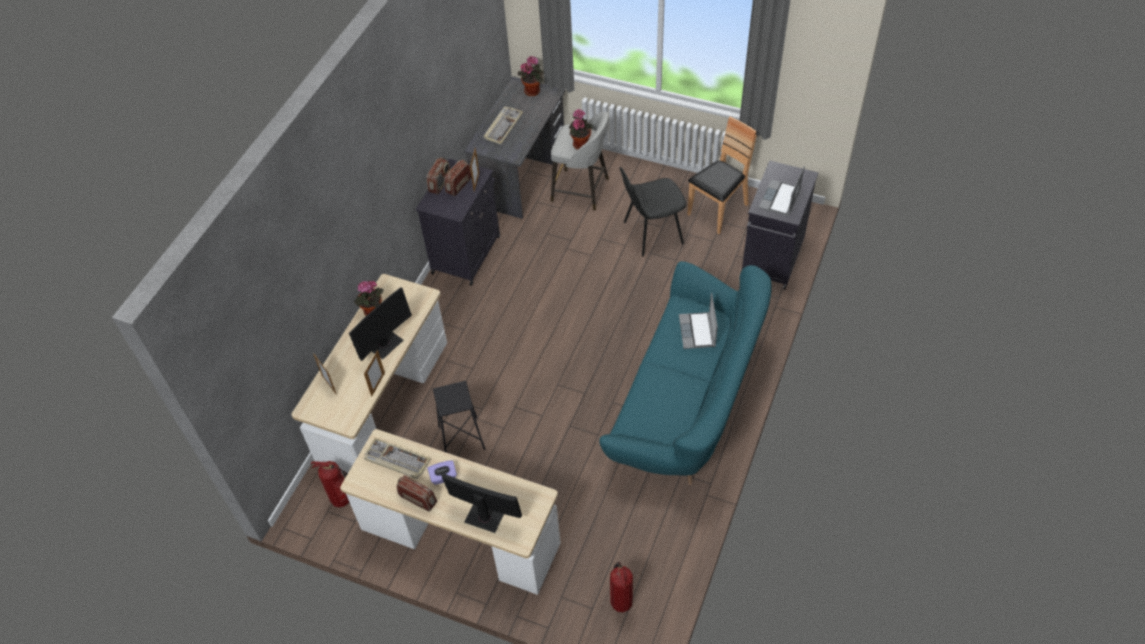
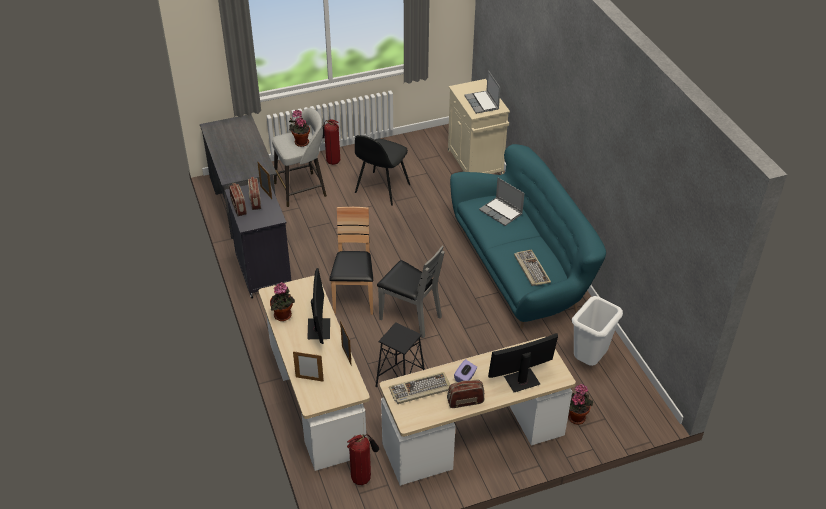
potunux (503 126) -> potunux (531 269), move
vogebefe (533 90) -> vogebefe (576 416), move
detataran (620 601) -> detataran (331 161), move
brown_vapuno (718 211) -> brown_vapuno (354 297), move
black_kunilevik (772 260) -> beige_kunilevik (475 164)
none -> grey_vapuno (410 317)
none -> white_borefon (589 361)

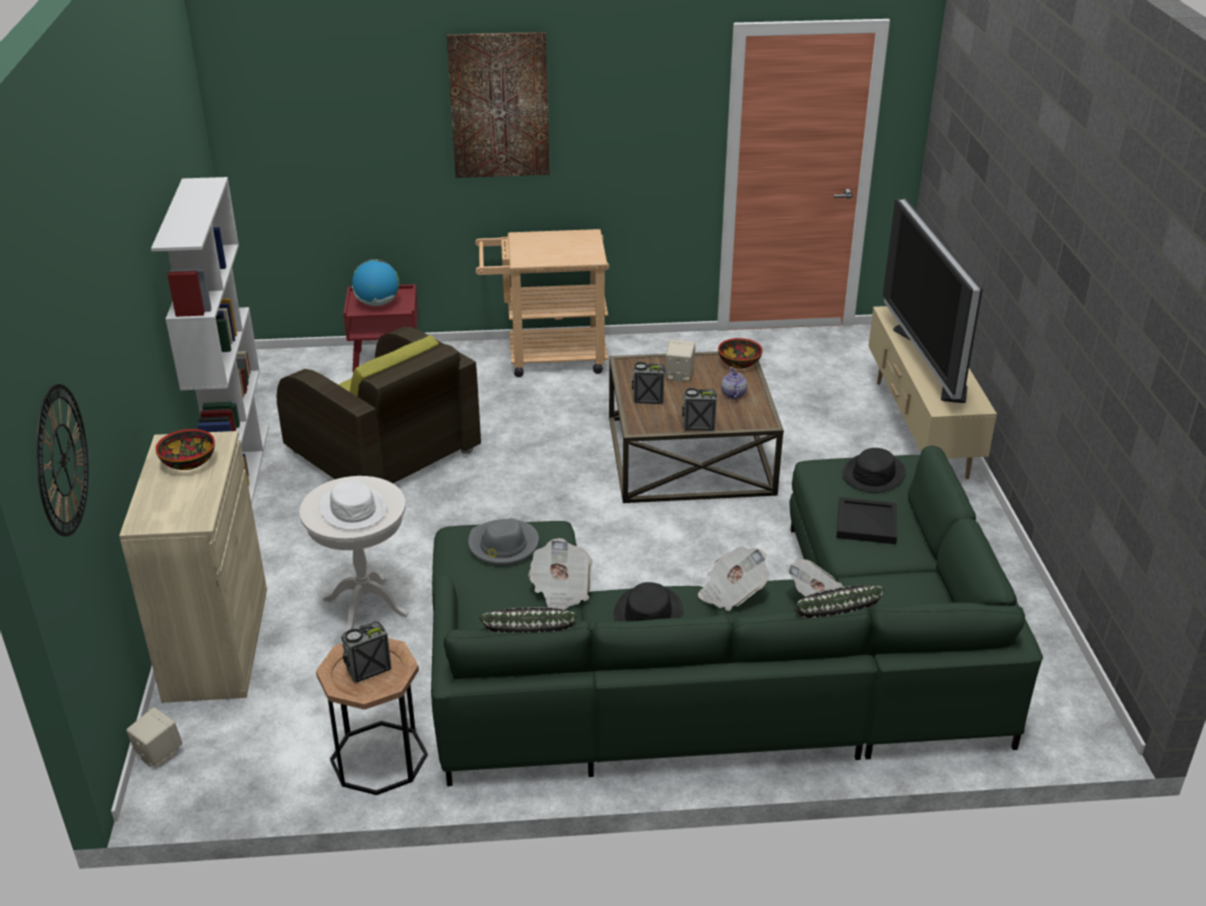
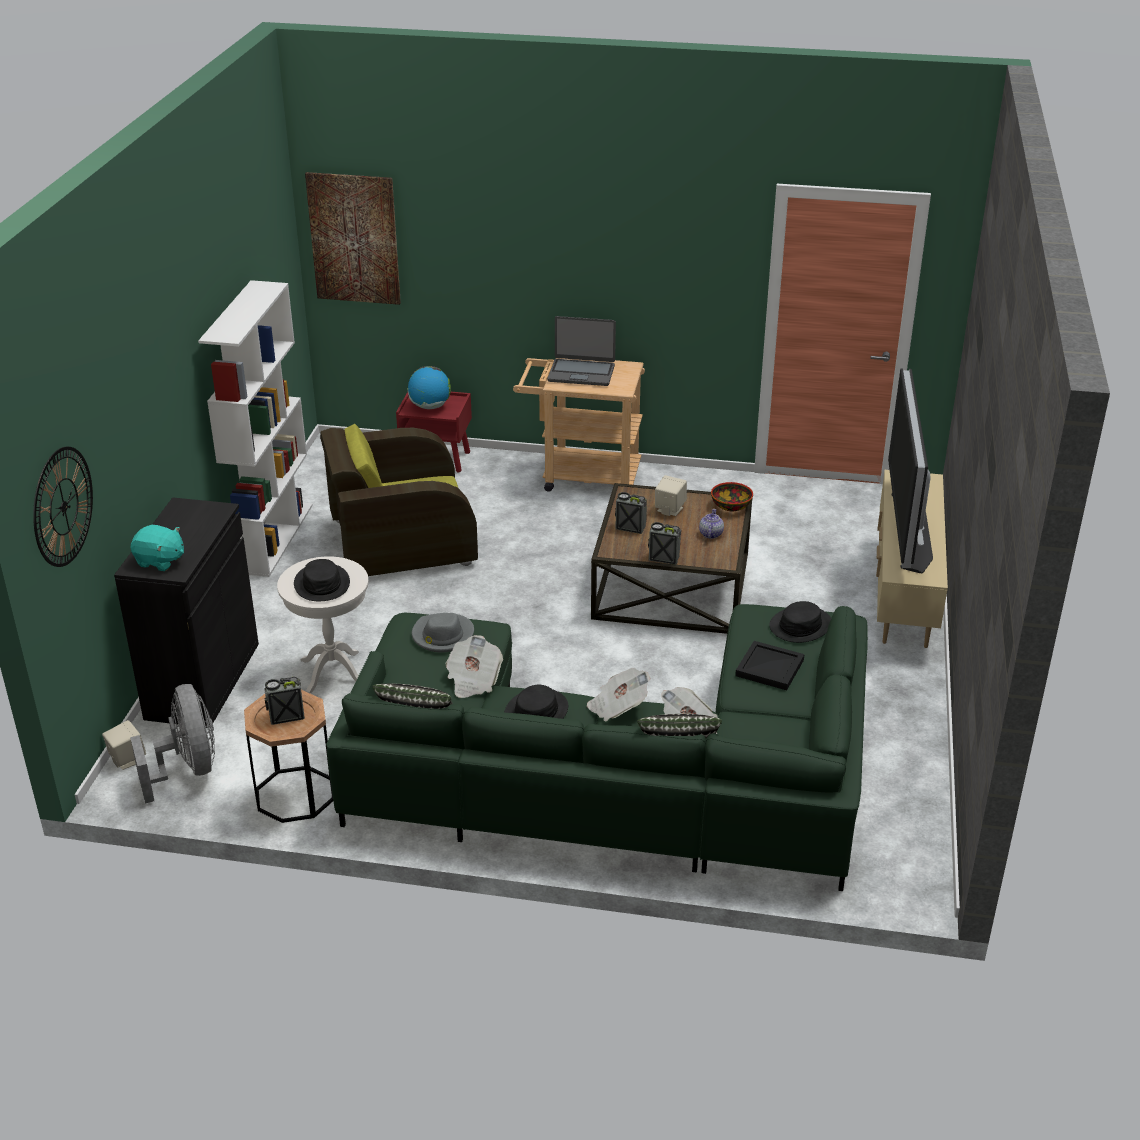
beige_kunilevik (217 643) -> black_kunilevik (202 681)
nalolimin (189 462) -> none
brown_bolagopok (383 452) -> brown_bolagopok (401 542), 105 degrees clockwise
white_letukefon (353 508) -> black_letukefon (322 584)
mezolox (499 105) -> mezolox (354 238), move
none -> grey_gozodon (187 769)
none -> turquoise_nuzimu (160 561)
none -> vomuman (581 373)

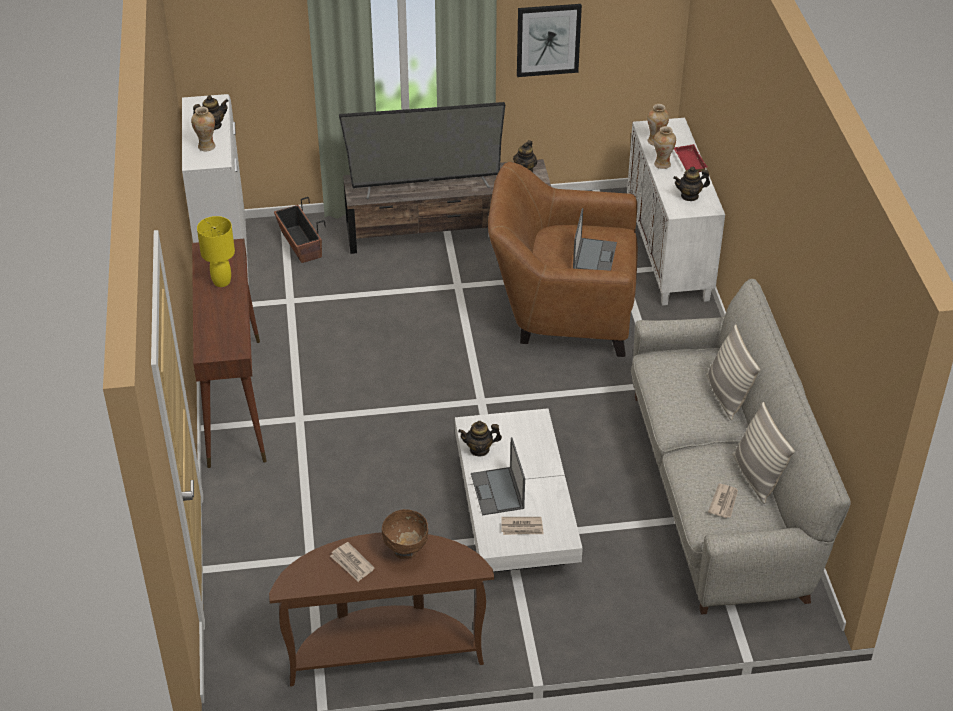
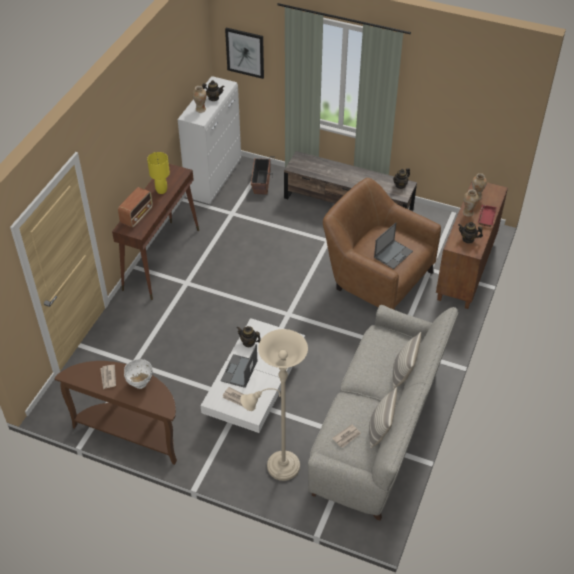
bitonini (425 184) -> none
brown_nalolimin (406 550) -> white_nalolimin (140 383)
mezolox (548 39) -> mezolox (245 52), move
white_kunilevik (669 254) -> brown_kunilevik (466 270)
none -> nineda (137 216)
none -> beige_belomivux (278 466)

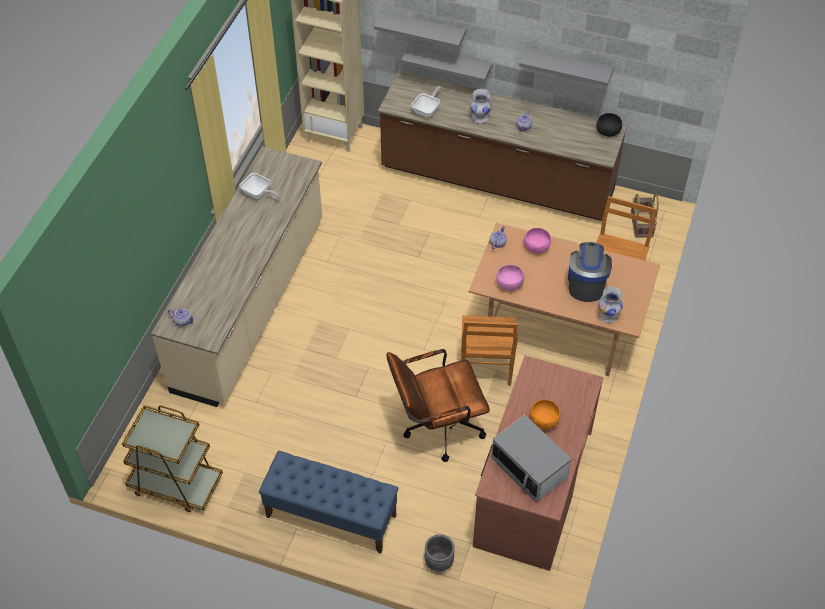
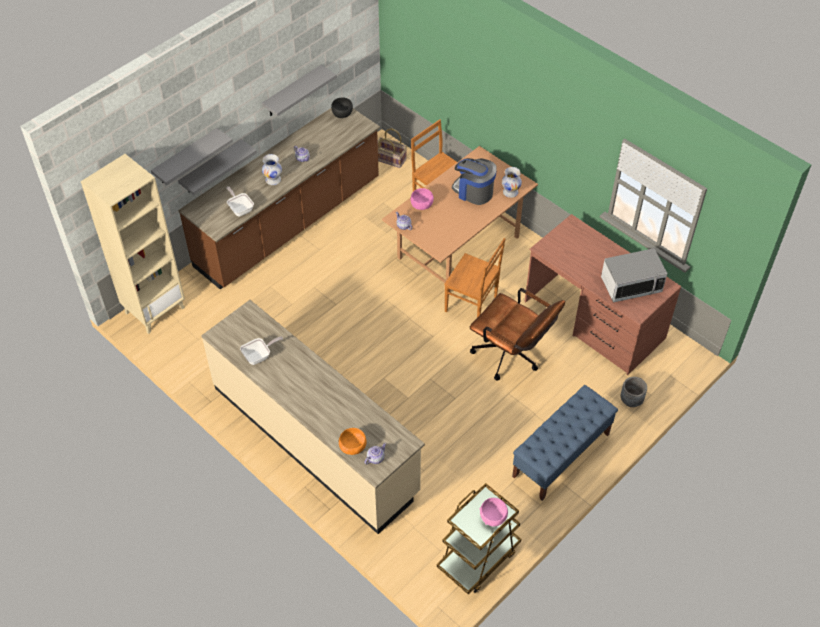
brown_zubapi (436 427) -> brown_zubapi (511 356), 60 degrees counterclockwise
pink_nalolimin (509 284) -> pink_nalolimin (493 517), move
orange_nalolimin (543 420) -> orange_nalolimin (352 447), move

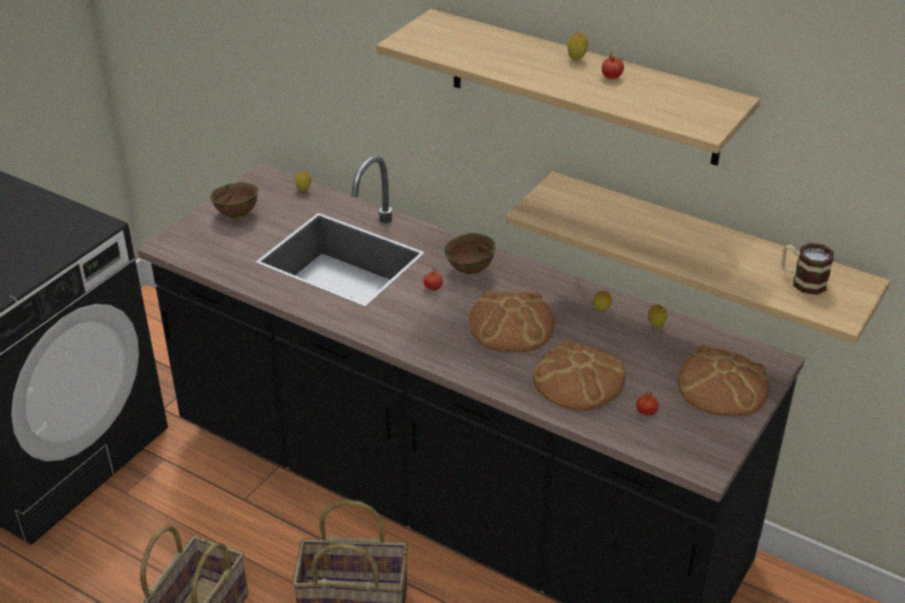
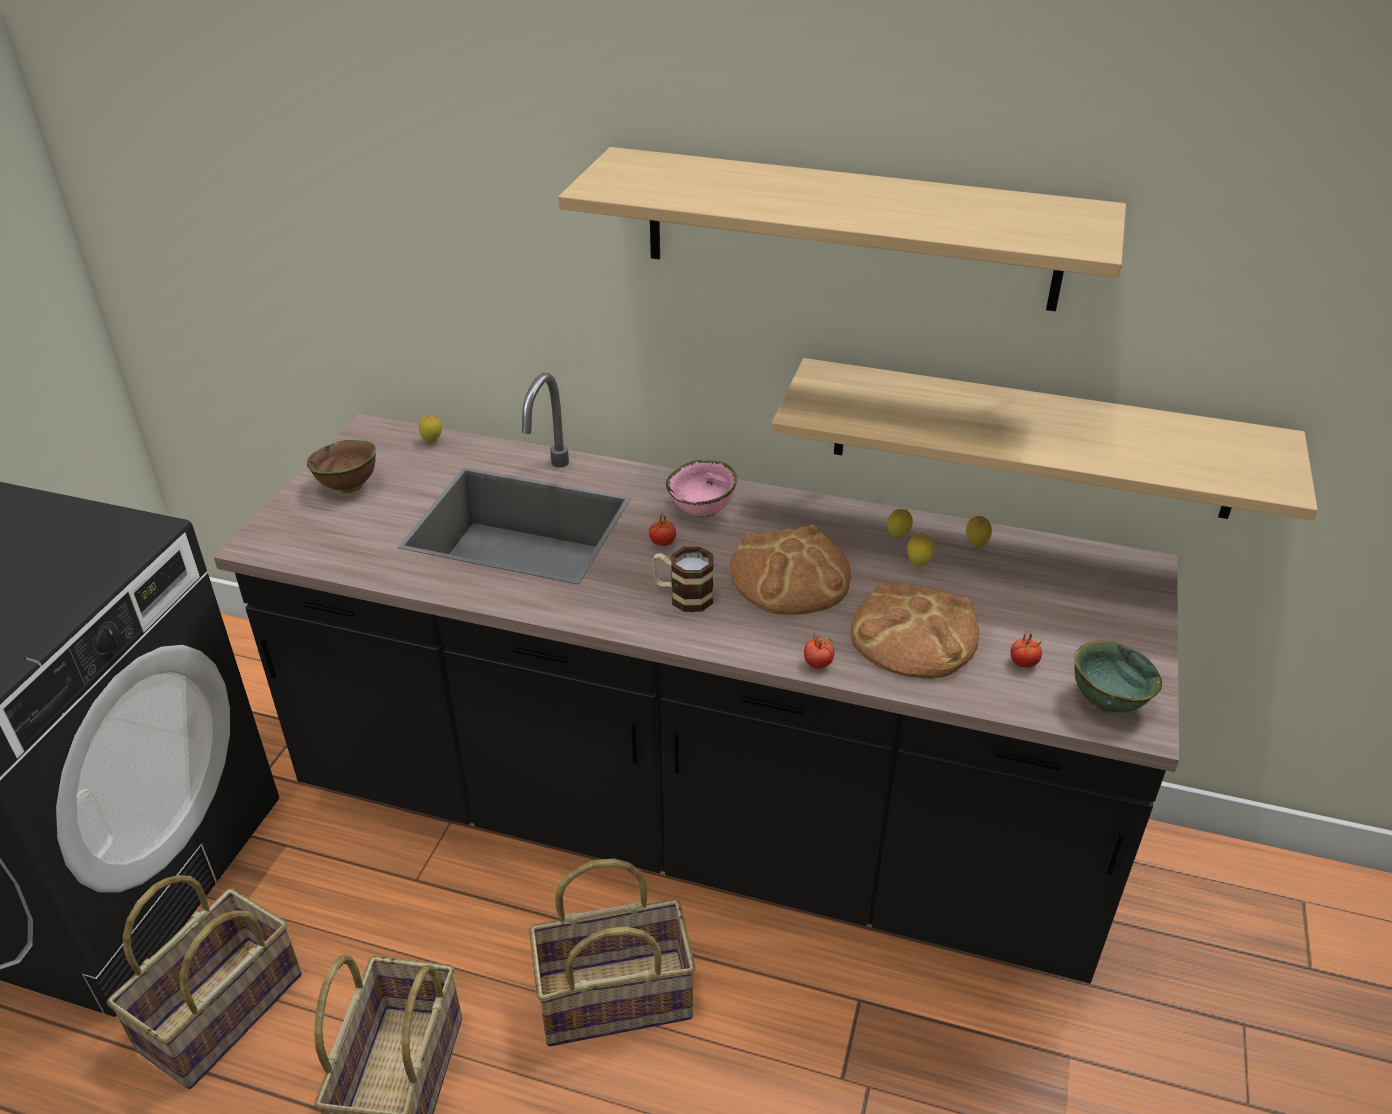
brown_nalolimin (471 271) -> pink_nalolimin (703 512)
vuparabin (576 59) -> vuparabin (918 564), move
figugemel (611 77) -> figugemel (818 664), move
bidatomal (722 386) -> none
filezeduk (802 281) -> filezeduk (683 596), move
none -> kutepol (222 1014)
none -> green_nalolimin (1105 701)

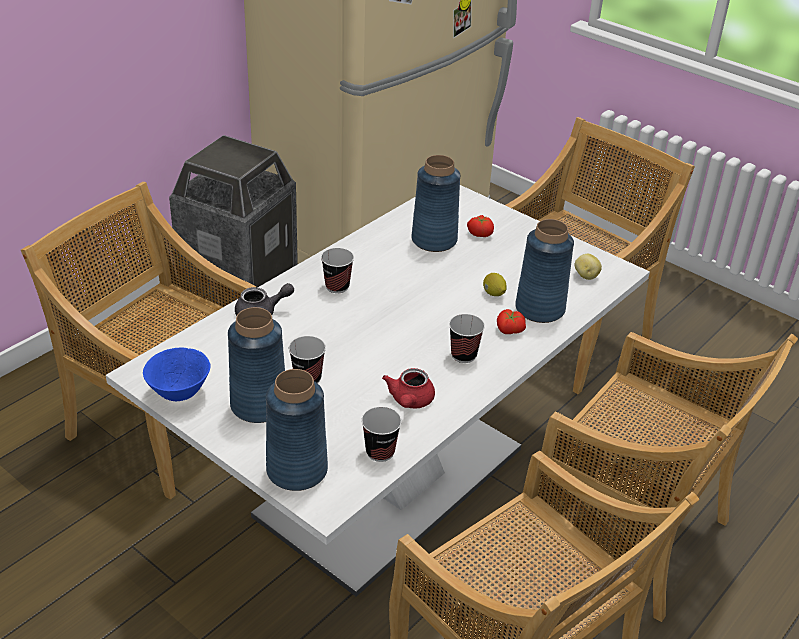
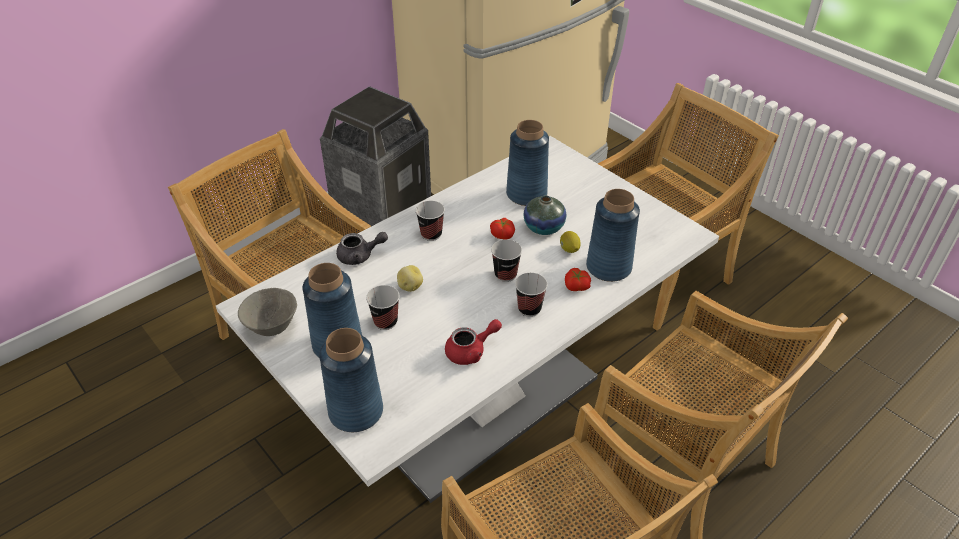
blue_nalolimin (179 393) -> grey_nalolimin (272 328)
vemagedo (380 452) -> vemagedo (505 274), move
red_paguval (410 401) -> red_paguval (471 351), 135 degrees counterclockwise
figugemel (480 233) -> figugemel (503 234), move
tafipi (585 276) -> tafipi (410 286), move
none -> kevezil (544 227)

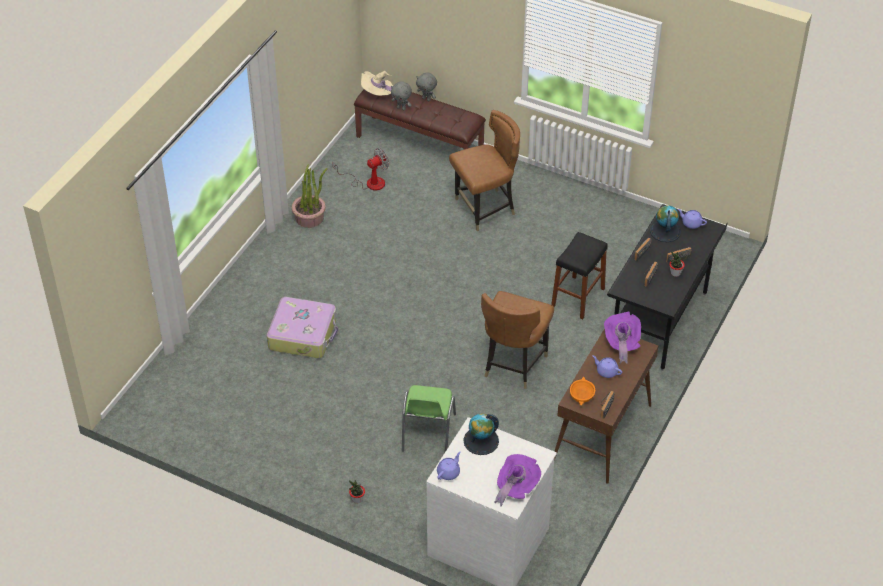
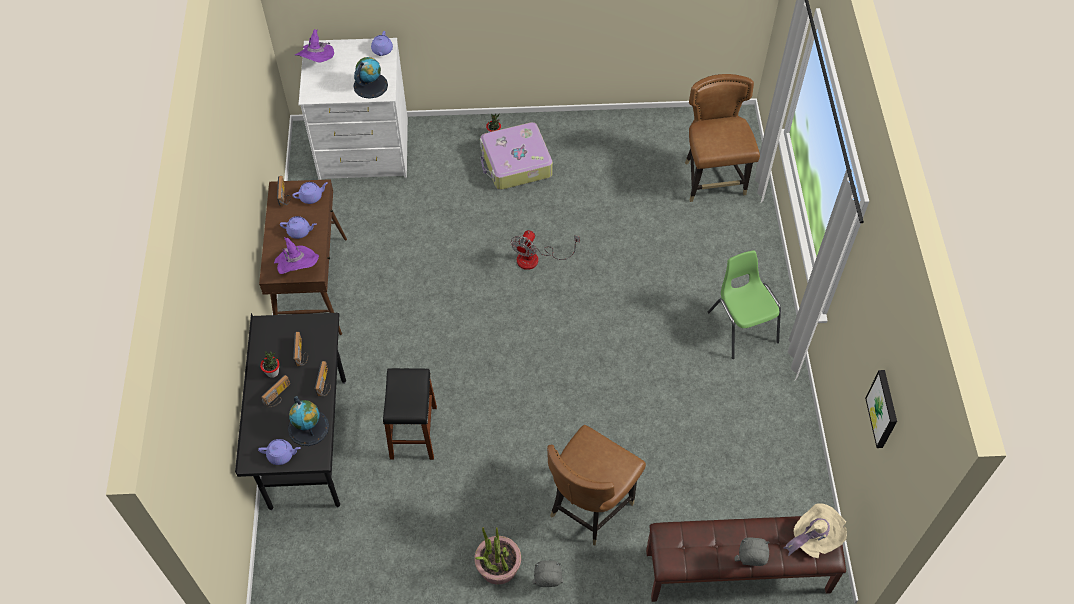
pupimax (303 334) -> pupimax (515 163), move
vogebefe (309 217) -> vogebefe (498 566), move
gozodon (369 182) -> gozodon (536 259), move
grey_nuzimu (401 108) -> grey_nuzimu (547 585), move
green_vapuno (427 433) -> green_vapuno (741 326), move
brown_vapuno (513 364) -> brown_vapuno (712 180), move
orange_nalolimin (582 396) -> purple_paguval (311 197)
none -> mezolox (883 409)

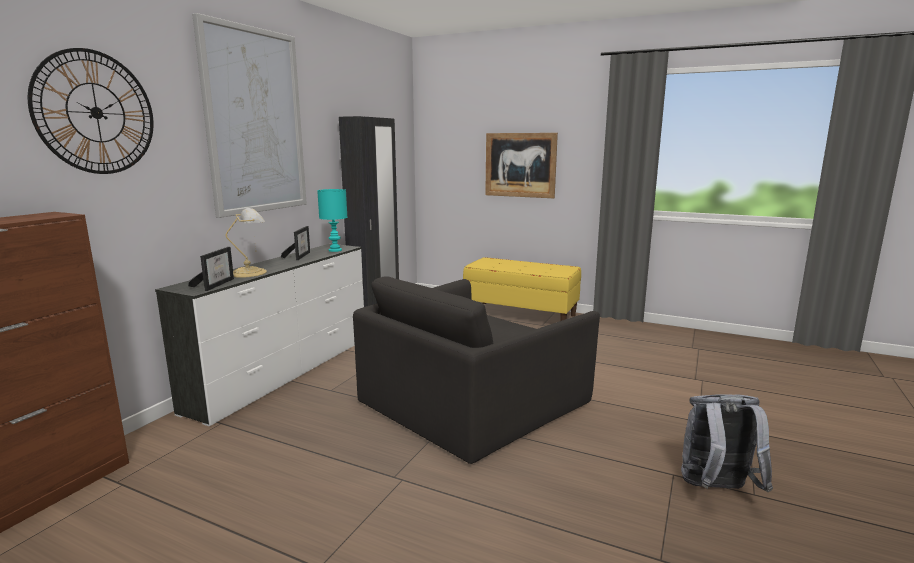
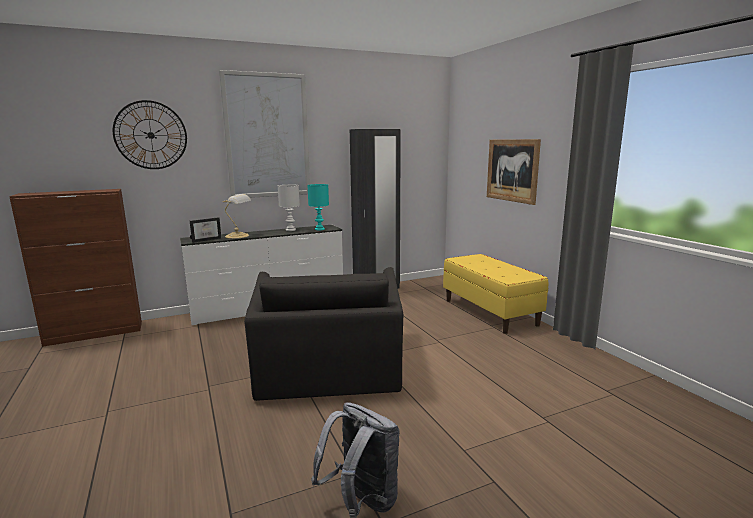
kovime (299 256) -> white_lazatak (291 230)
black_bolagopok (471 401) -> black_bolagopok (329 361), 90 degrees counterclockwise

